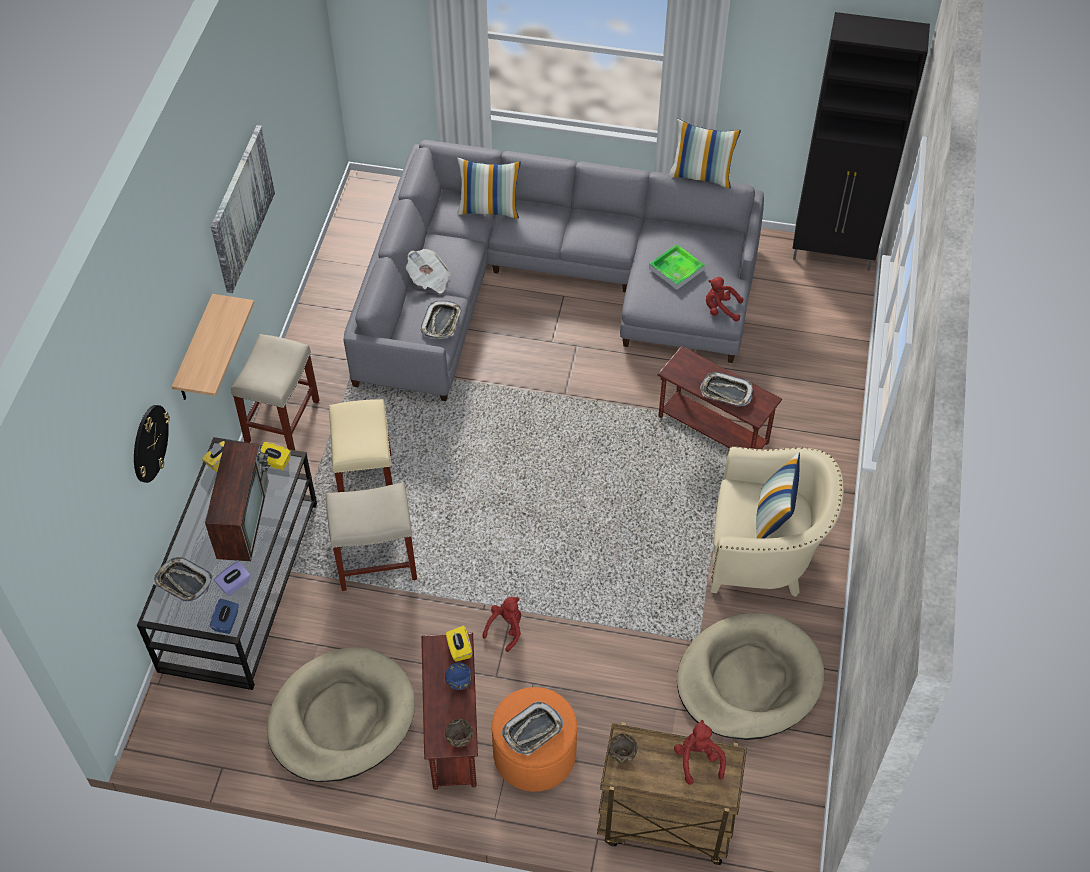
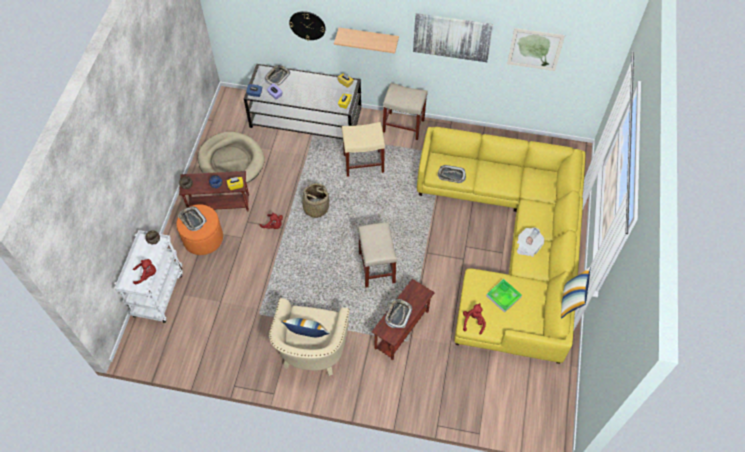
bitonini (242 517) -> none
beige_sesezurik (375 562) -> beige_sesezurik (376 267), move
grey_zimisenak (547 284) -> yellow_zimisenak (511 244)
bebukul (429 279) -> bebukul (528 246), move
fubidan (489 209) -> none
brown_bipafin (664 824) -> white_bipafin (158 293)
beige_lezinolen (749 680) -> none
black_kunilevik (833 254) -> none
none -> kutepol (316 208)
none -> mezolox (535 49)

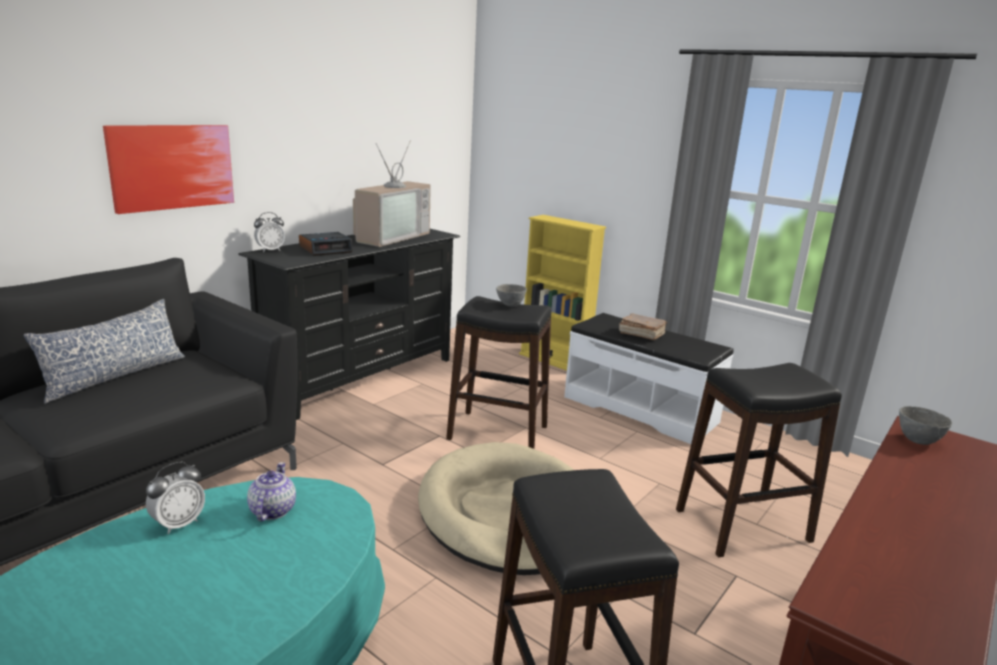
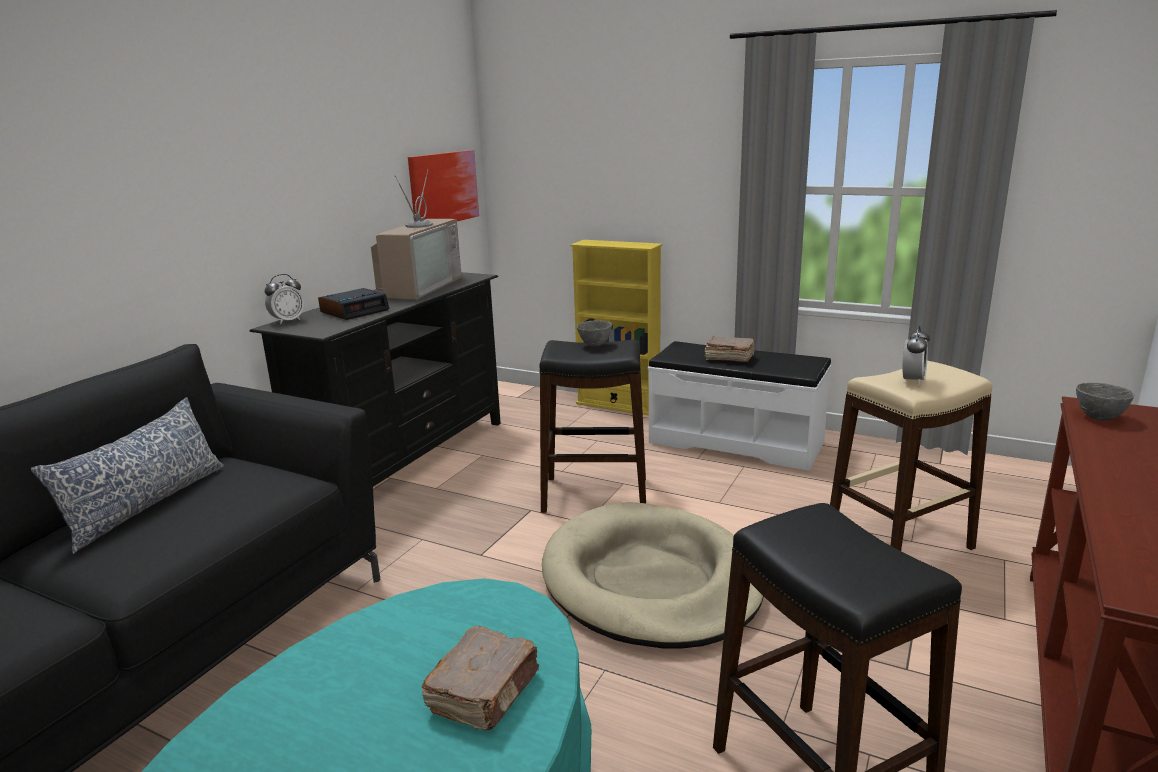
mezolox (172 167) -> mezolox (443 188), move
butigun (178 524) -> butigun (912 380), move
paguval (272 510) -> none
black_sesezurik (743 525) -> beige_sesezurik (899 545)
none -> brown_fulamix (485 692)

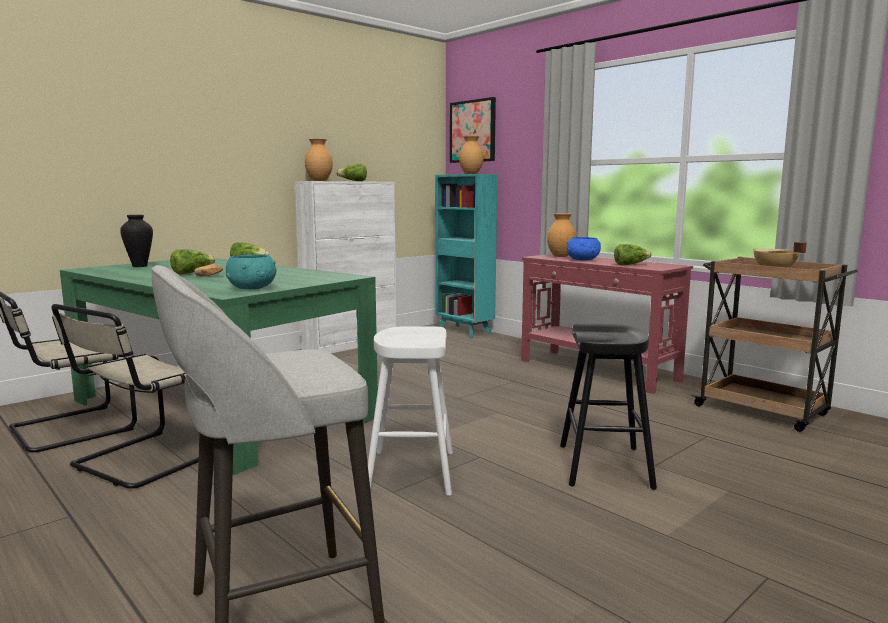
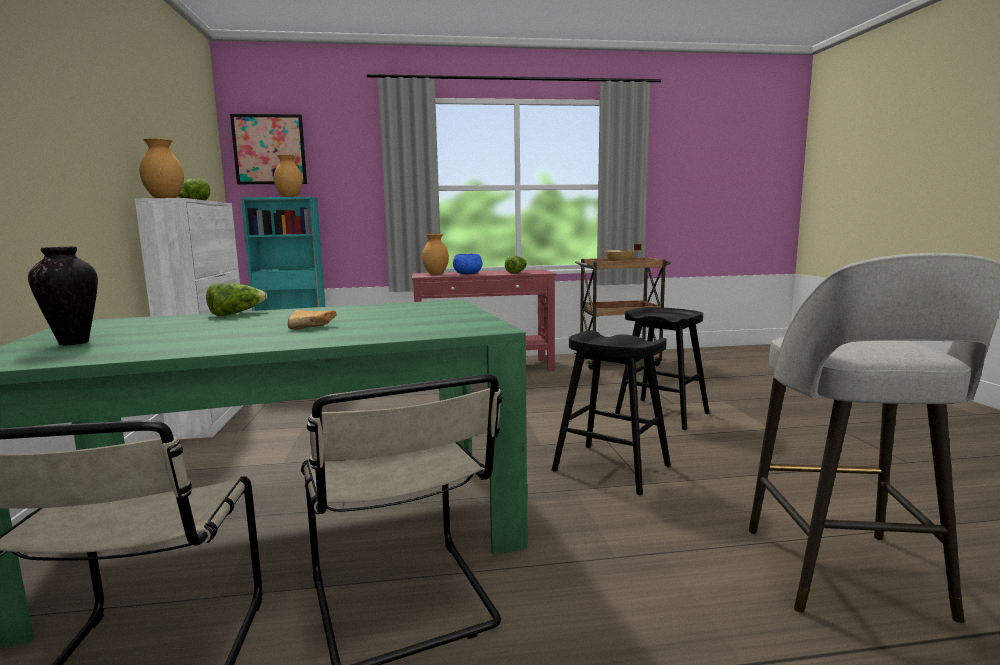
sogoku (192 273) -> none
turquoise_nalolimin (252 288) -> none
white_sesezurik (411 472) -> black_sesezurik (611 468)

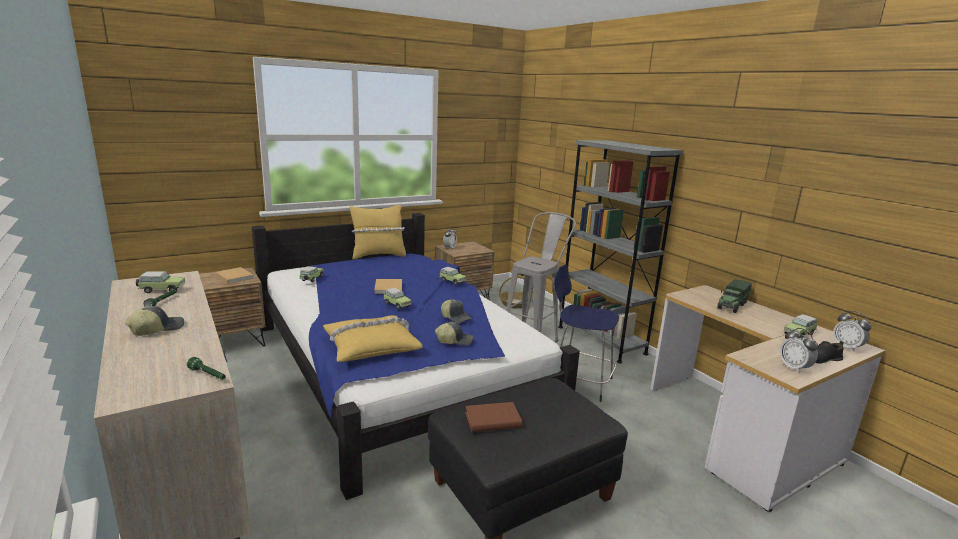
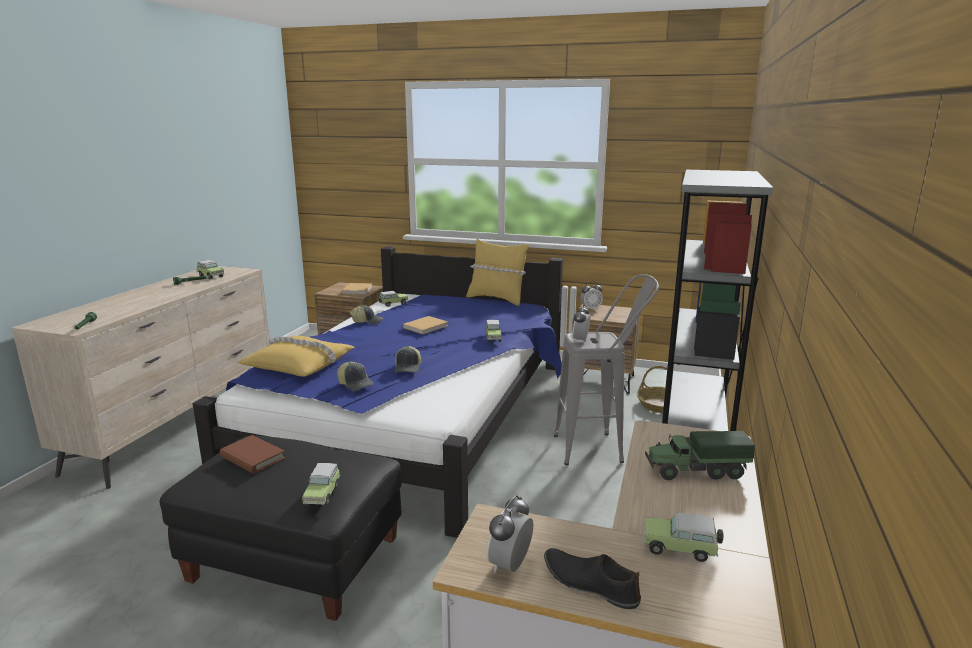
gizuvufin (157 329) -> gizuvufin (367 321), move
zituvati (396 304) -> zituvati (323 494), move
blue_sesezurik (579 382) -> none
butigun (847 347) -> butigun (580 340), move

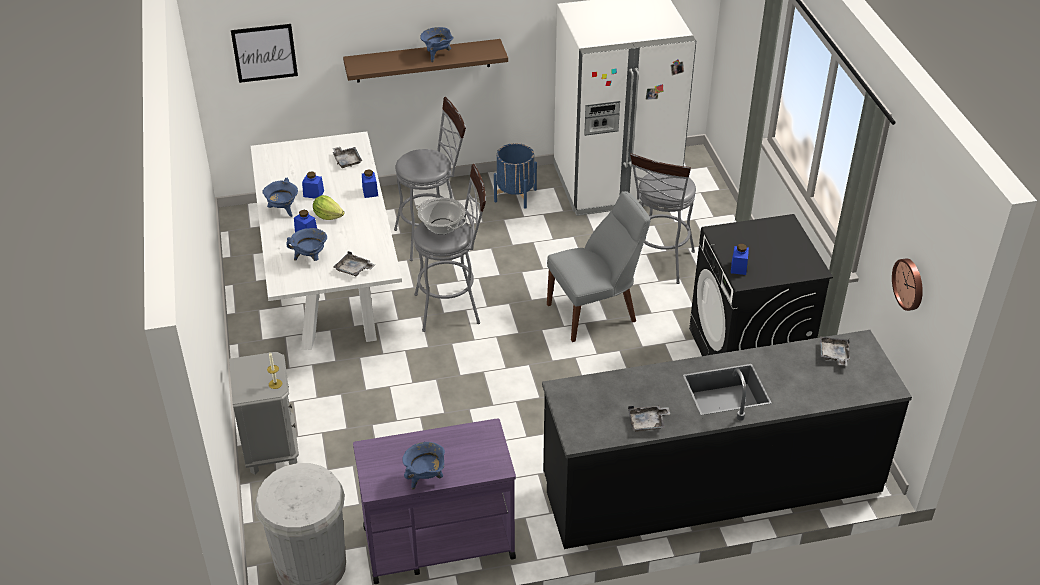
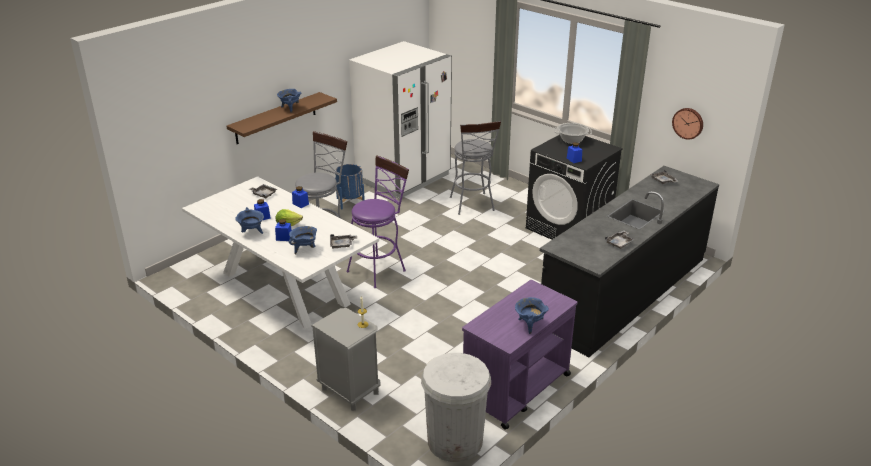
mezolox (264 53) -> none
grey_sesezurik (453 307) -> purple_sesezurik (379 269)
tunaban (442 226) -> tunaban (571 140), move
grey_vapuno (595 312) -> none

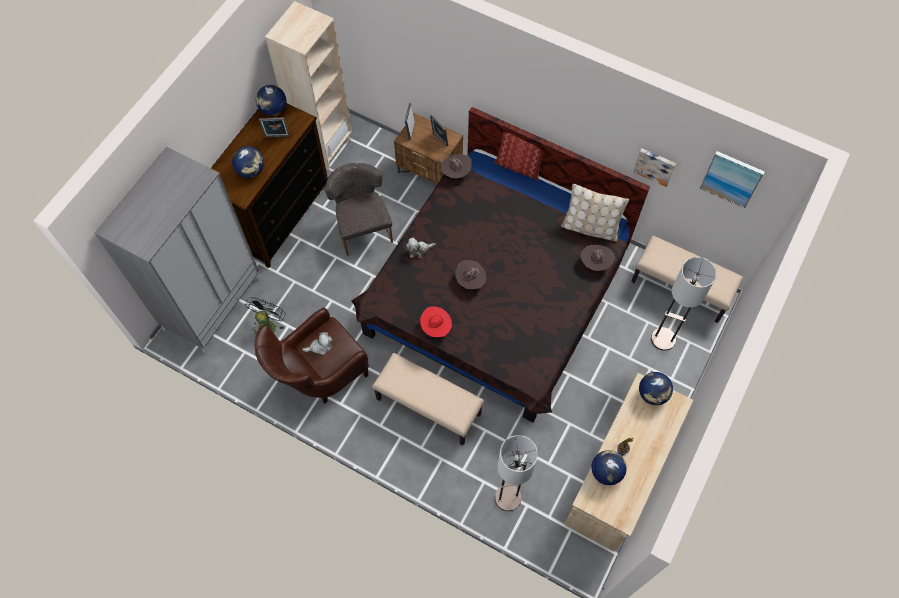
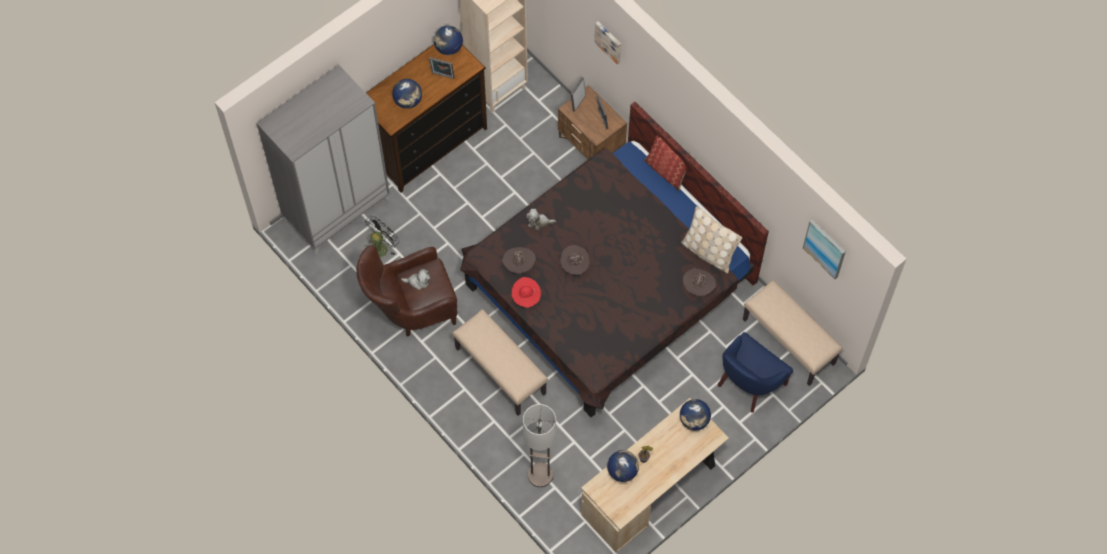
grey_vapuno (362 228) -> none
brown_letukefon (456 172) -> brown_letukefon (519 265), move
mezolox (655 166) -> mezolox (609 41), move
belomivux (663 339) -> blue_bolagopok (748 383)

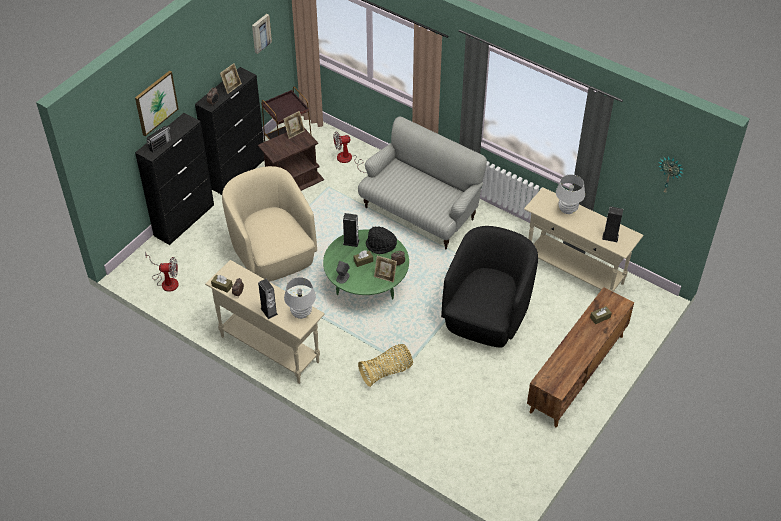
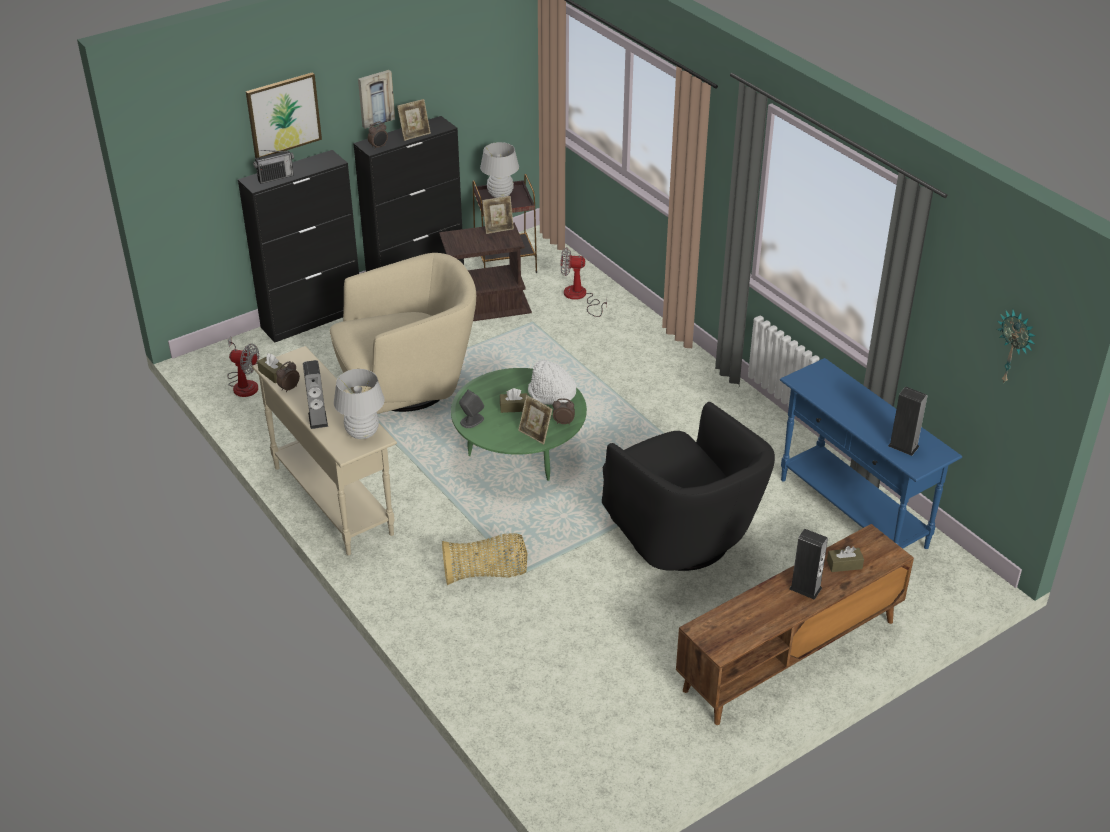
beige_bolagopok (273 253) -> beige_bolagopok (408 384), 75 degrees clockwise
mezolox (260 33) -> mezolox (375 98), move
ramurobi (351 242) -> ramurobi (805 588), move
zimisenak (420 212) -> none
black_letukefon (381 245) -> white_letukefon (551 394)
black_bolagopok (486 316) -> black_bolagopok (681 538), 105 degrees clockwise
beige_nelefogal (574 272) -> blue_nelefogal (852 513)
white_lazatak (567 210) -> white_lazatak (500 195), move

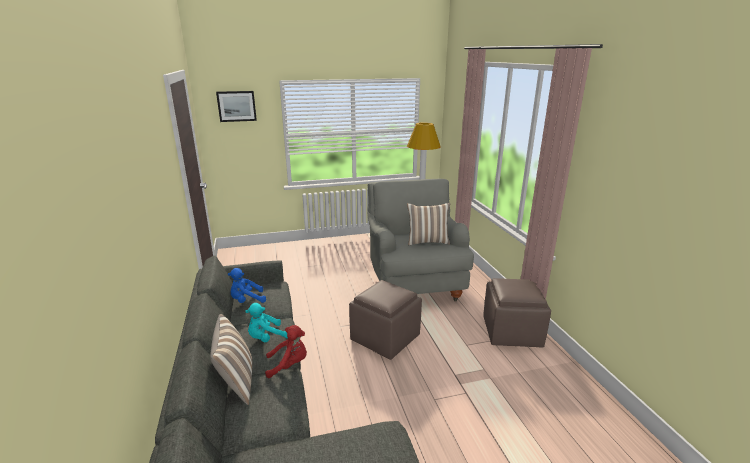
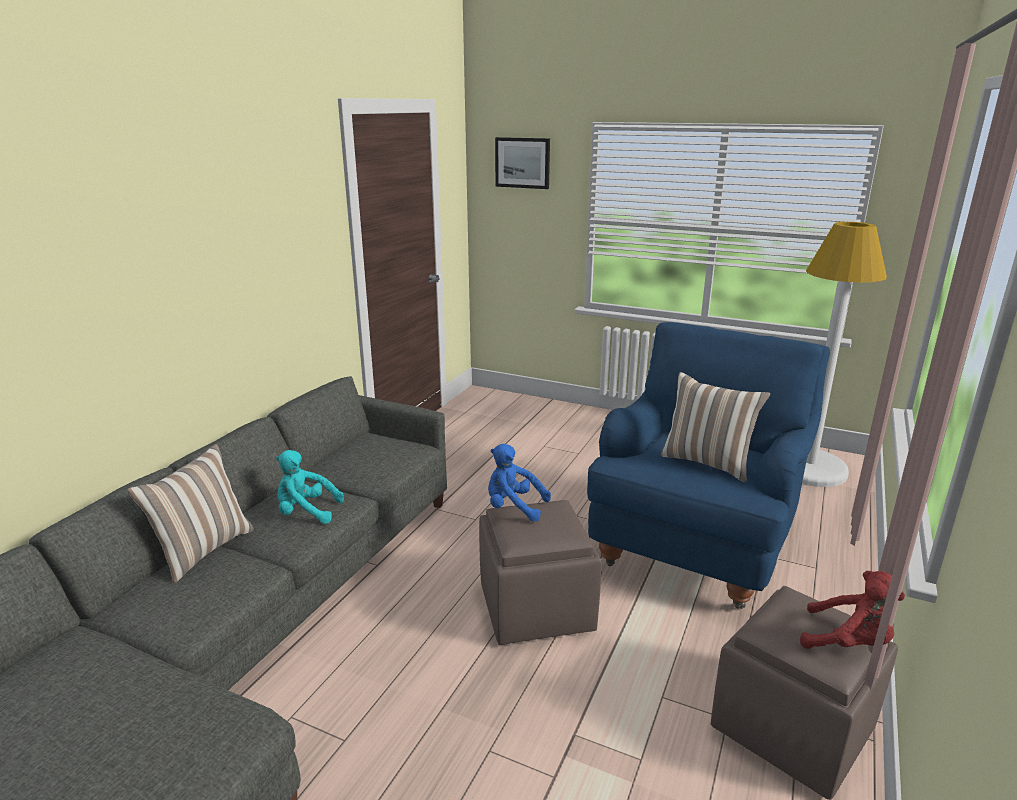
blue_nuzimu (247 300) -> blue_nuzimu (513 507), move
red_nuzimu (289 365) -> red_nuzimu (848 642), move
grey_bolagopok (414 283) -> blue_bolagopok (697 542)

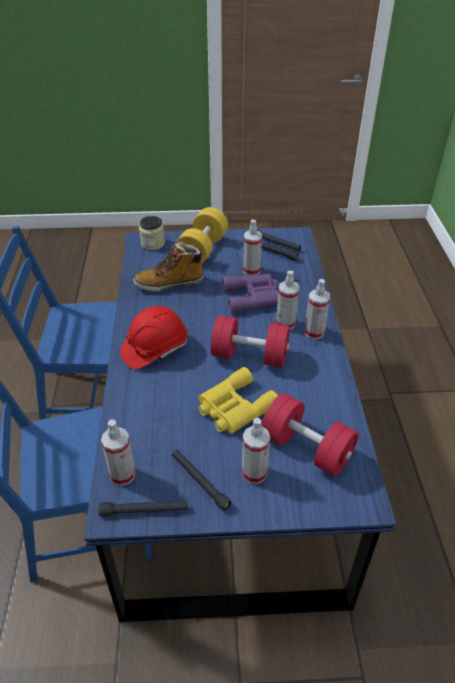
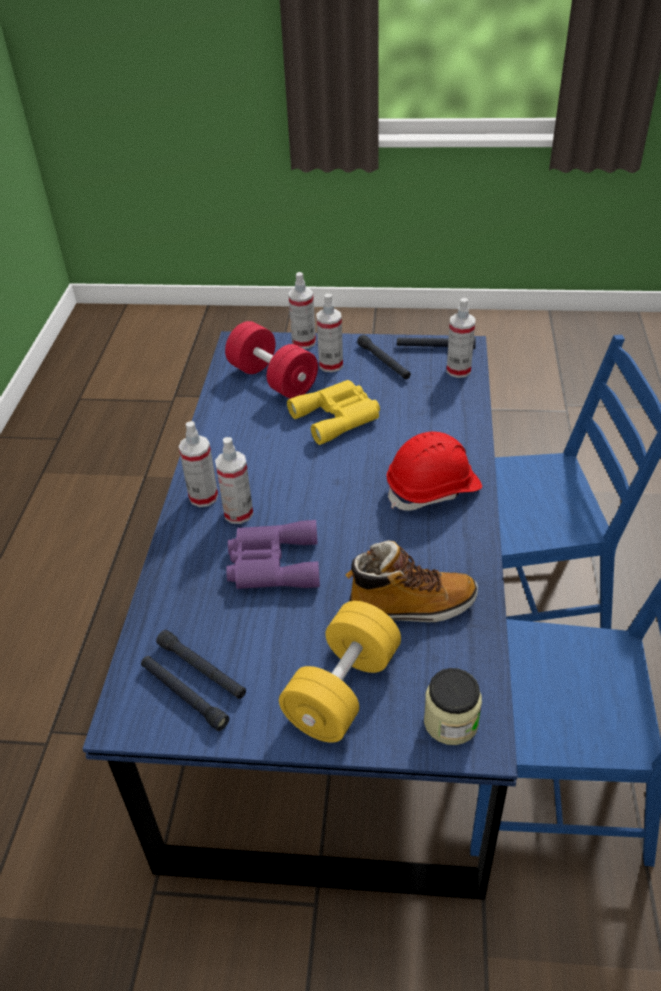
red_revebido (250 355) -> none
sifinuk (251 270) -> sifinuk (304 342), move

